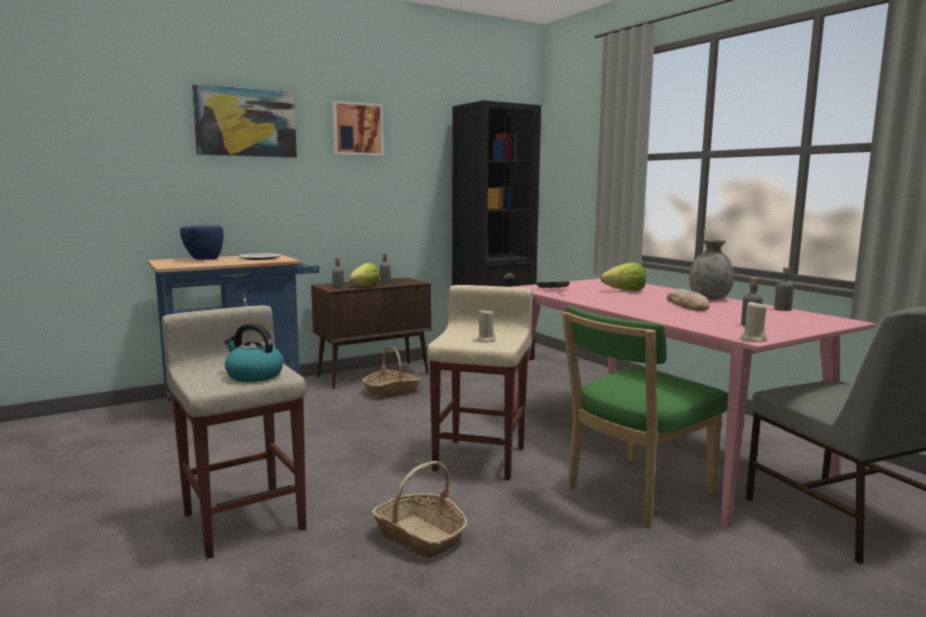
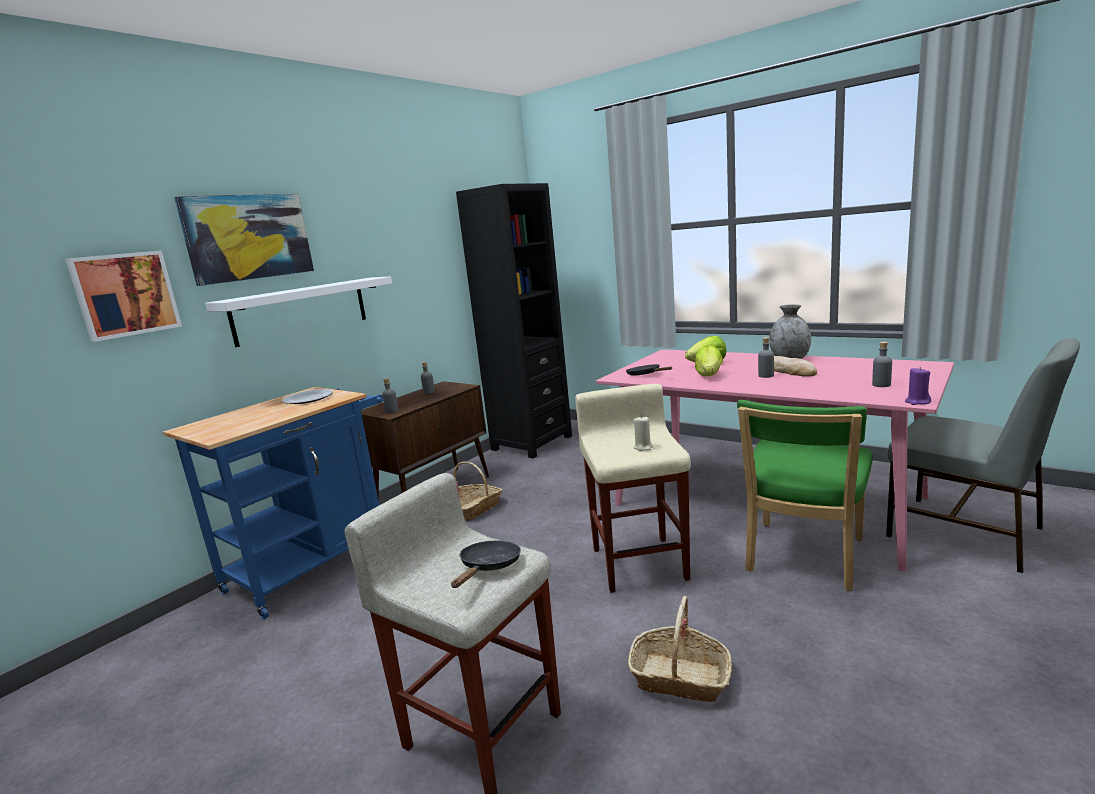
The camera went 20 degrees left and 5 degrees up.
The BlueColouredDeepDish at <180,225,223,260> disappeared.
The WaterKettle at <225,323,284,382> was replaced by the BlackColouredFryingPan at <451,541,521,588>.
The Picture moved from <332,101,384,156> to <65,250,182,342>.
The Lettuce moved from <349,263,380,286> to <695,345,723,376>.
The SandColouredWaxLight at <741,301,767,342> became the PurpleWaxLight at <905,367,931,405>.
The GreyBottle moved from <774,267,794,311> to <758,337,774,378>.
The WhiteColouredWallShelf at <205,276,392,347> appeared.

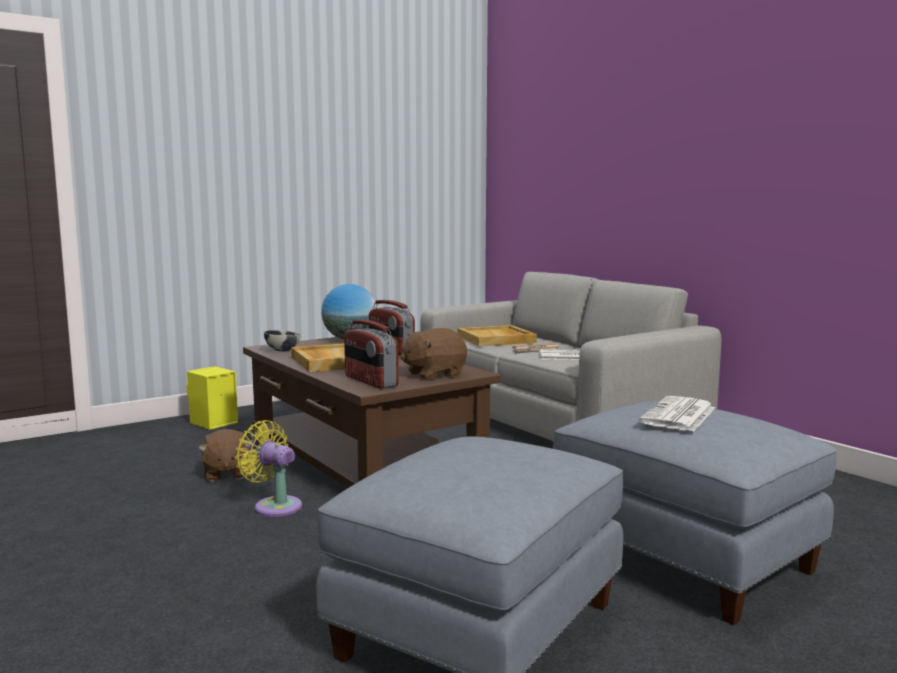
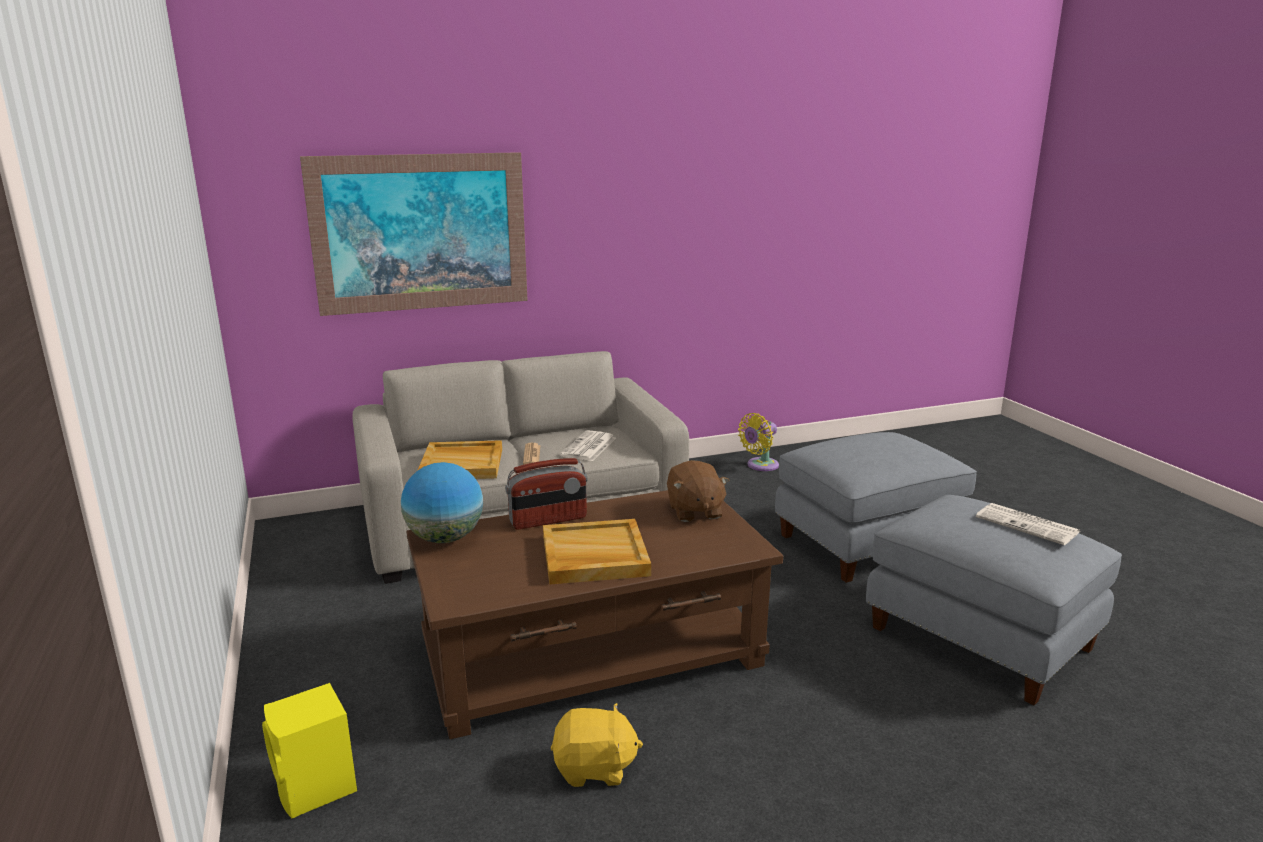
The camera went 75 degrees left and 10 degrees up.
The BrownishSoftToy at <198,429,249,482> became the YellowColouredSoftToy at <551,703,643,787>.
The YellowColouredElectricFan moved from <235,420,302,517> to <738,413,779,471>.
The DeepDish at <264,330,300,351> disappeared.
The RadioSet at <344,320,399,389> disappeared.
The PrintedPaper moved from <639,396,715,432> to <976,503,1080,545>.
The Picture at <300,152,528,316> appeared.

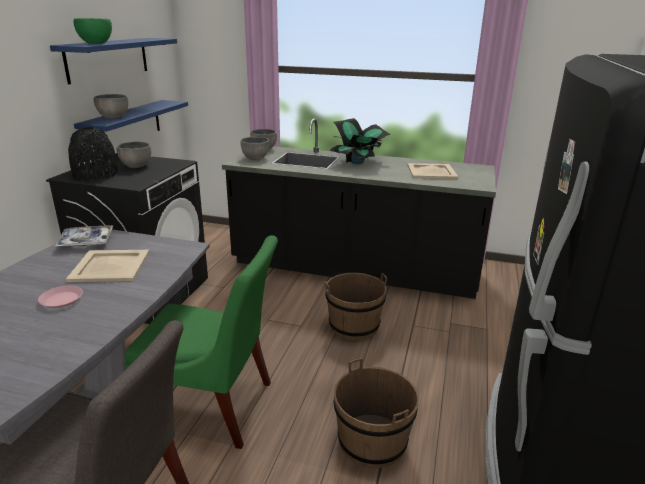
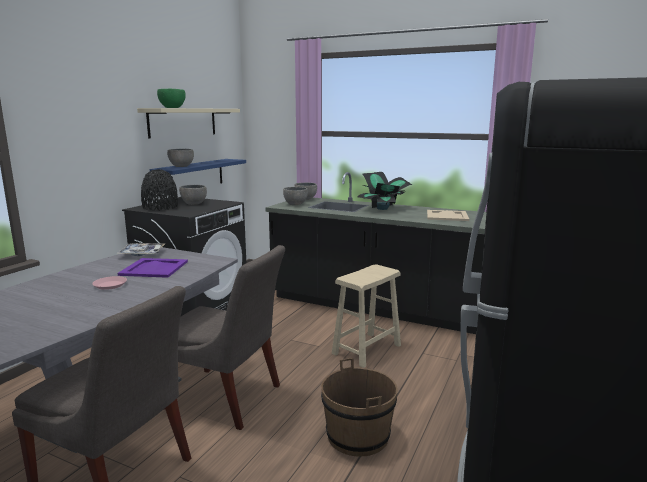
The camera went 10 degrees right and 10 degrees down.
The BlueColouredWallShelf at <50,38,177,84> became the SandColouredWallShelf at <137,108,240,139>.
The SandColouredServingTray at <66,250,150,282> became the PurpleServingTray at <117,258,188,278>.
The GreenUprightChair at <124,235,278,449> became the GreyUprightChair at <163,245,285,430>.
The BrownishPail at <325,273,387,340> was replaced by the SandColouredStool at <332,265,401,368>.

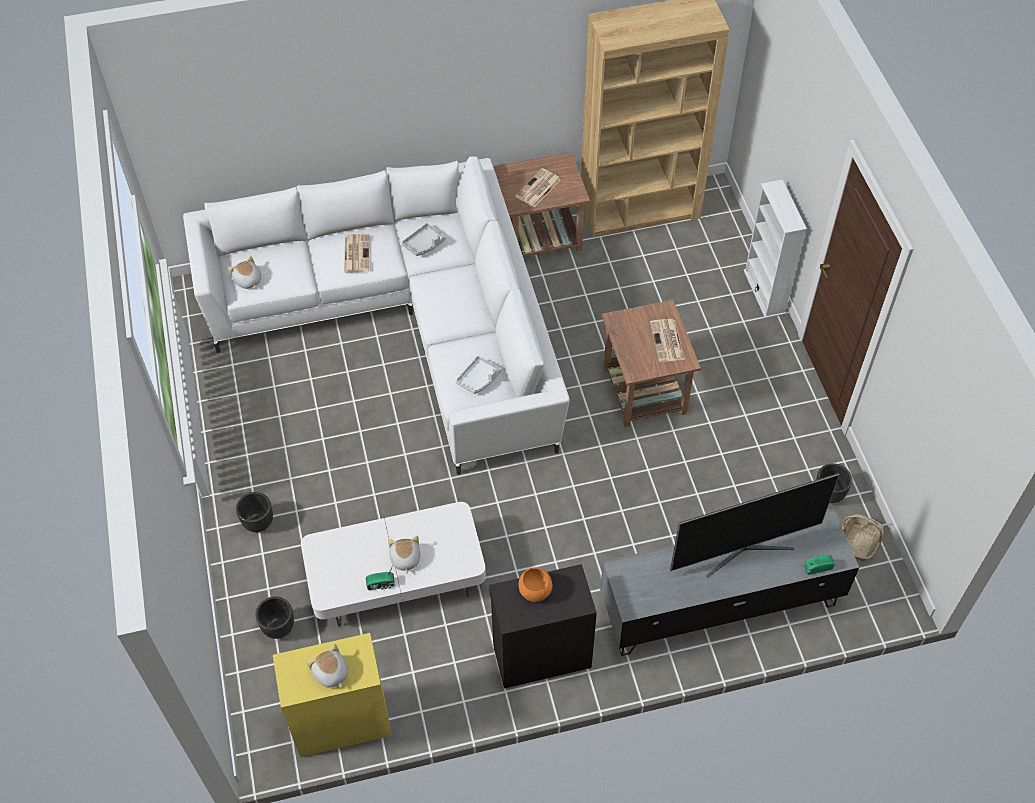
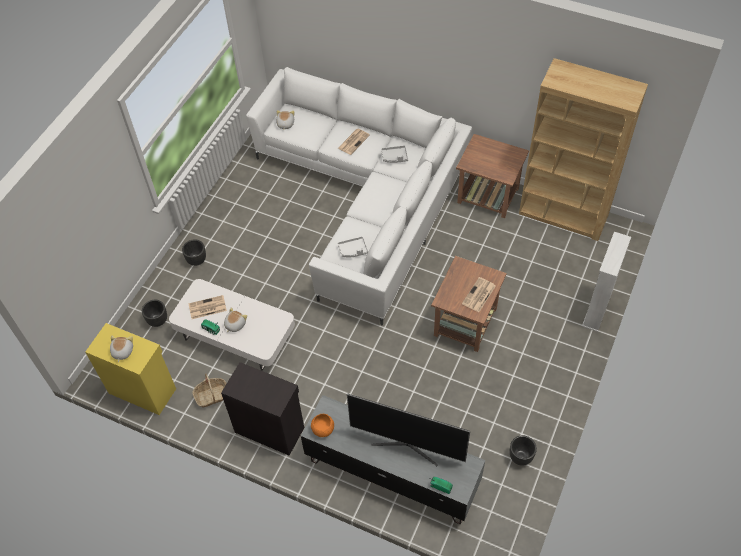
The camera went 40 degrees right and 0 degrees up.
The PrintedPaper moved from <515,168,561,207> to <189,295,227,319>.
The OrangeyDeepDish moved from <518,568,553,602> to <311,414,334,437>.
The HouseholdBasket moved from <842,514,884,562> to <193,374,227,408>.

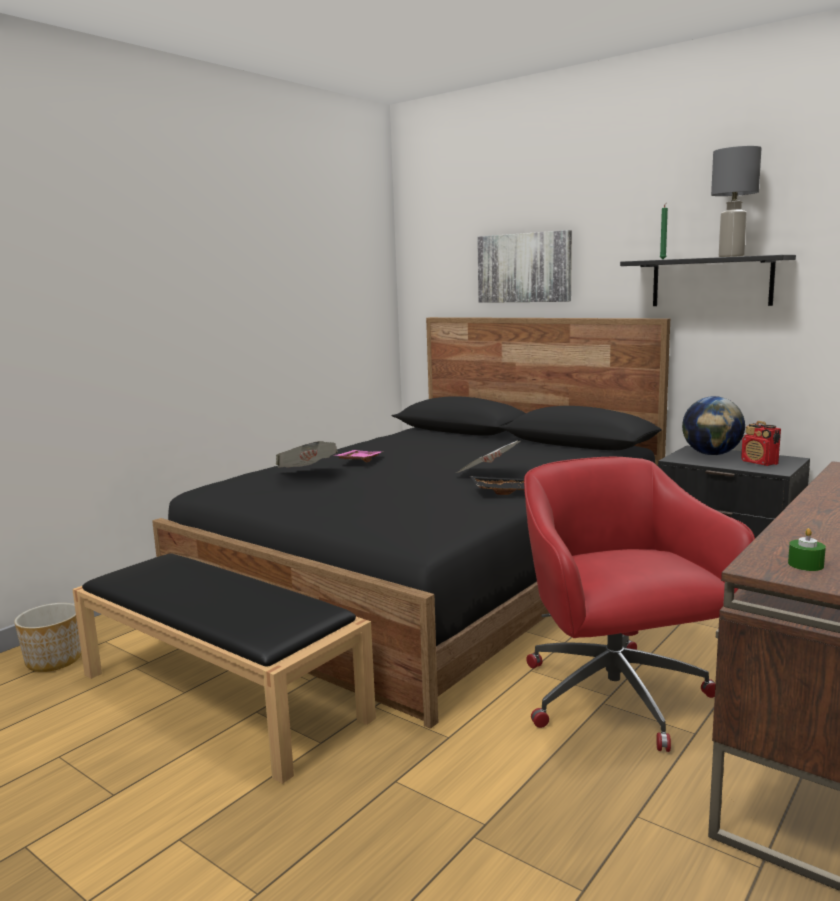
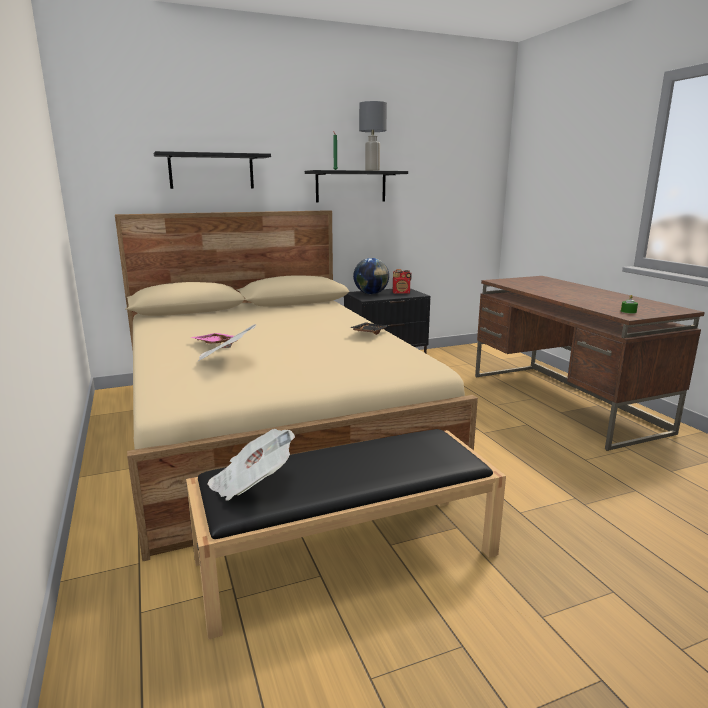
The camera went 60 degrees left and 5 degrees up.
The FlowerPot at <14,603,81,672> disappeared.
The BlackColouredBedroomBed at <152,317,670,729> became the SandColouredBedroomBed at <115,210,478,561>.
The PrintedPaper moved from <456,440,520,473> to <207,429,295,501>.
The Picture at <477,230,572,303> was replaced by the BlackColouredWallShelf at <154,151,271,189>.
The ReddishComputerChair at <524,457,755,752> disappeared.

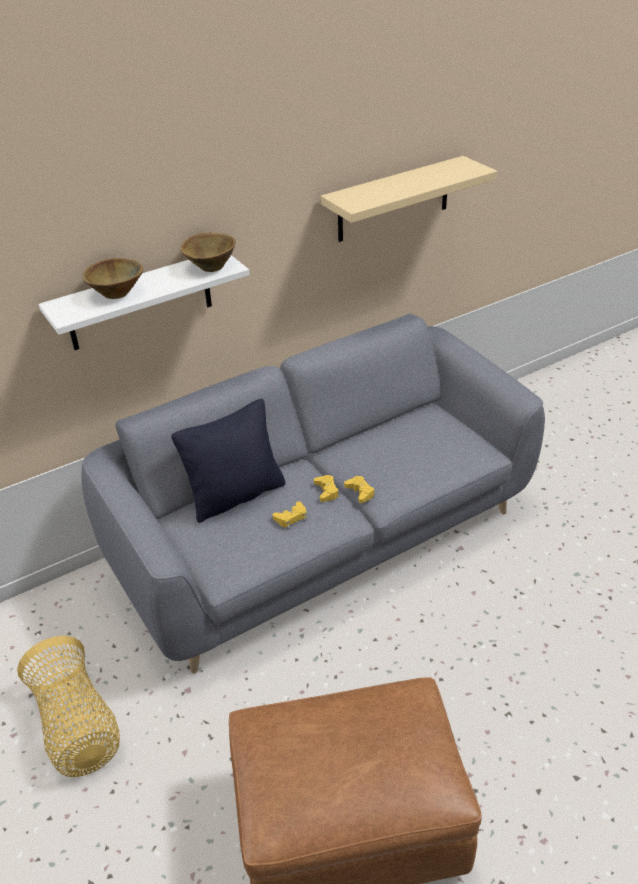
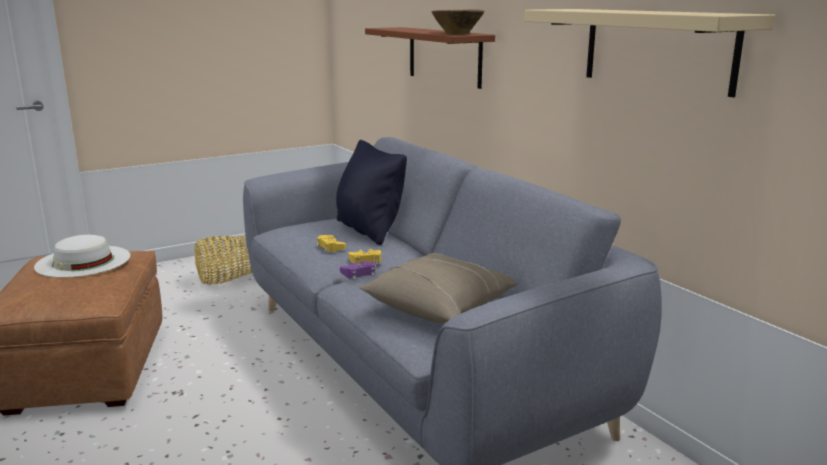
The camera went 90 degrees right and 20 degrees down.
The WhiteColouredWallShelf at <39,255,249,350> became the BrownishWallShelf at <365,27,495,89>.
The BrownishDeepDish at <82,258,143,299> disappeared.
The YellowColouredGameController at <344,476,375,503> became the PurpleGameController at <340,261,375,280>.
The WhiteColouredHat at <34,235,130,278> appeared.
The SandColouredThrowPillow at <360,253,519,324> appeared.

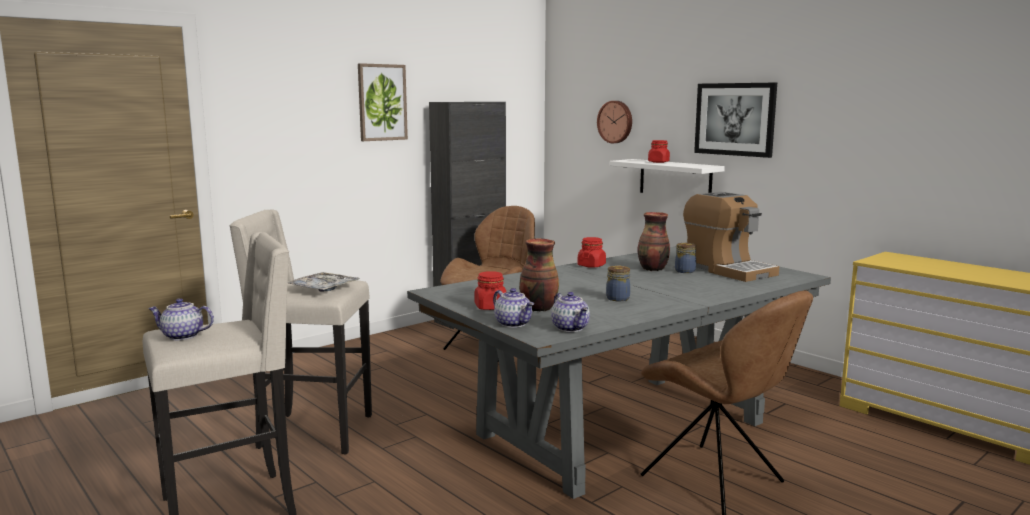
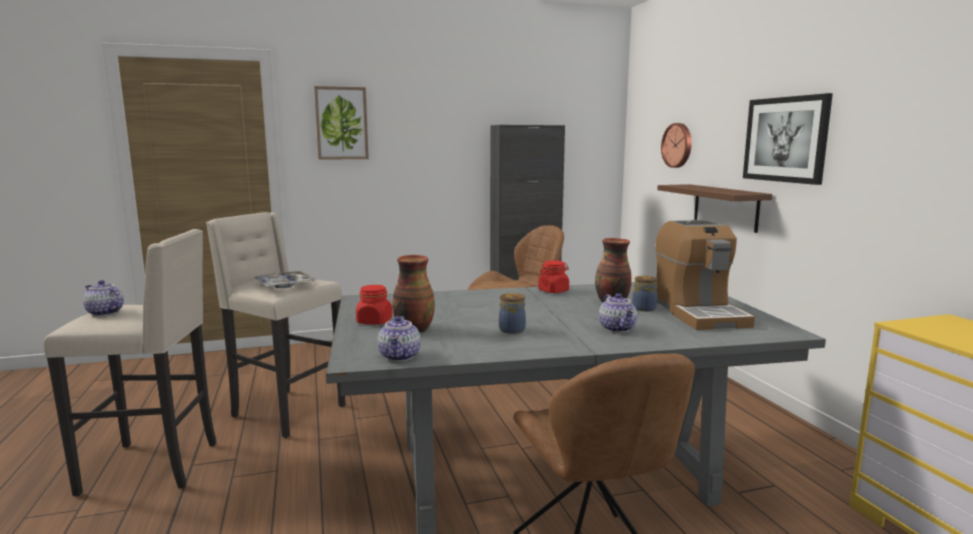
The camera went 25 degrees right and 0 degrees up.
The Picture moved from <358,63,408,141> to <314,86,369,160>.
The TeaPot moved from <493,288,534,328> to <599,293,637,333>.
The WhiteColouredWallShelf at <609,159,725,193> became the BrownishWallShelf at <657,184,772,233>.
The ReddishJar at <648,140,670,163> disappeared.

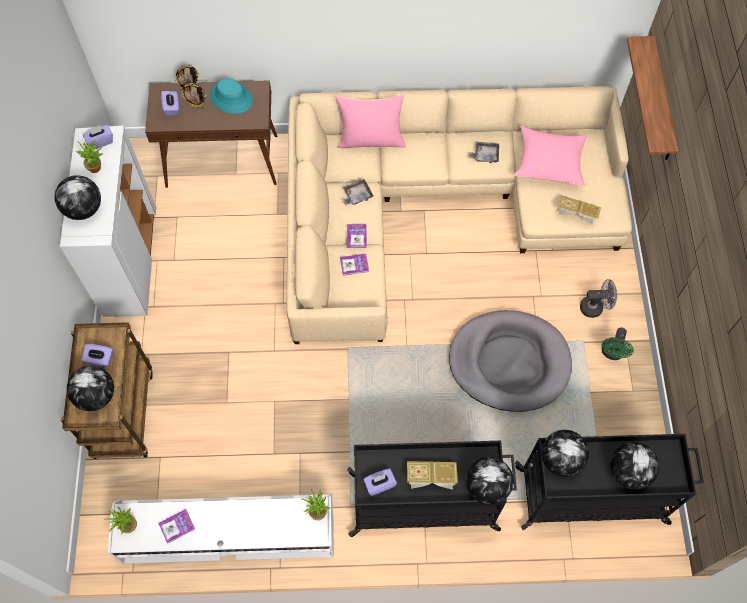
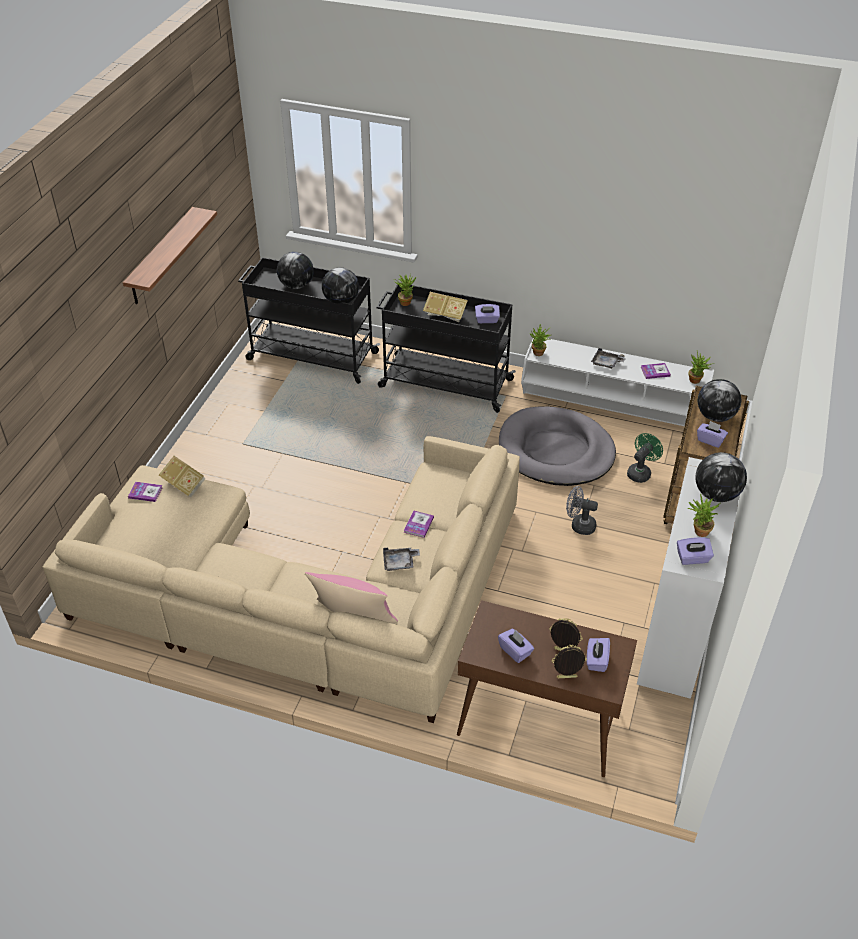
The camera went 160 degrees left and 20 degrees down.
The TurquoiseColouredHat at <210,78,253,114> was replaced by the PurpleTissueHolder at <498,629,534,663>.
The BoundBook moved from <340,253,369,276> to <128,482,163,502>.
The GreyPetBed moved from <449,310,572,412> to <499,407,616,486>.
The DeskGlobe at <466,457,514,505> was replaced by the PlantInAPot at <394,274,416,306>.
The GreyServingTray moved from <469,142,499,163> to <591,348,626,369>.
The PinkColouredThrowPillow at <514,126,587,186> disappeared.
The GreyElectricFan moved from <580,279,617,318> to <566,486,598,535>.
The GreenElectricFan moved from <602,328,634,360> to <627,433,663,483>.
The WallShelf moved from <627,36,678,160> to <123,207,217,304>.

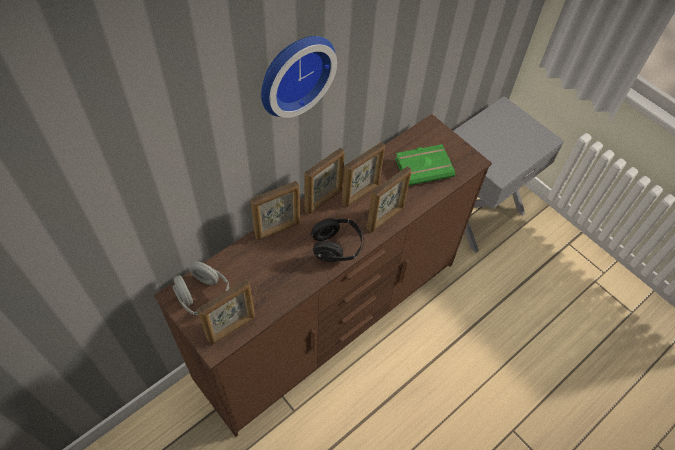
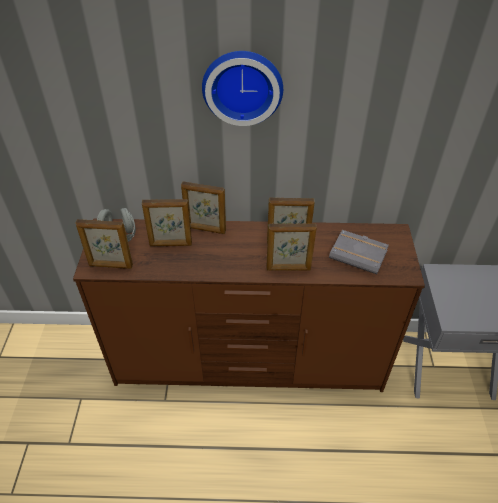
The camera went 45 degrees right and 10 degrees down.
The PhotoFrame moved from <304,148,345,214> to <142,199,192,246>.
The BlackColouredHeadphones at <311,218,365,262> disappeared.
The GreenBoundBook at <395,144,455,186> became the GreyBoundBook at <329,230,389,274>.

